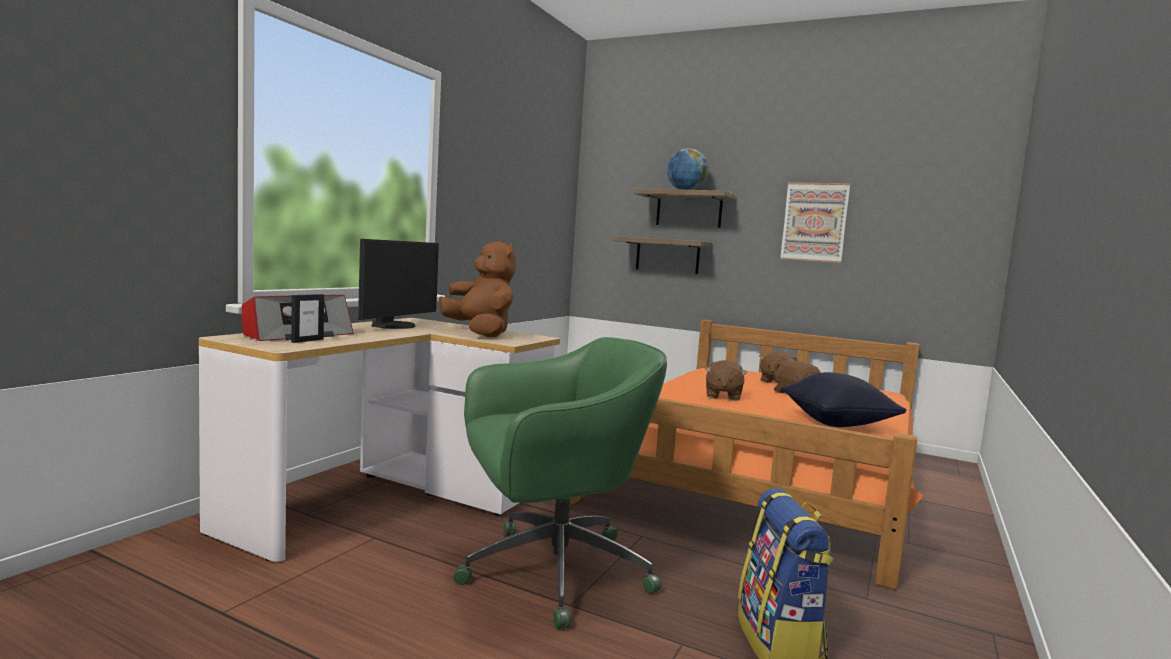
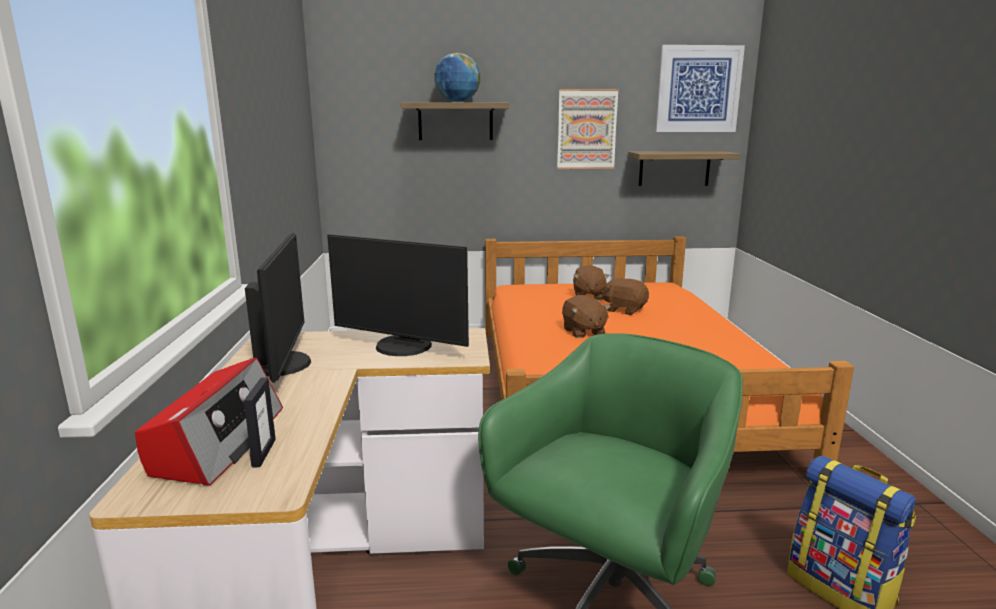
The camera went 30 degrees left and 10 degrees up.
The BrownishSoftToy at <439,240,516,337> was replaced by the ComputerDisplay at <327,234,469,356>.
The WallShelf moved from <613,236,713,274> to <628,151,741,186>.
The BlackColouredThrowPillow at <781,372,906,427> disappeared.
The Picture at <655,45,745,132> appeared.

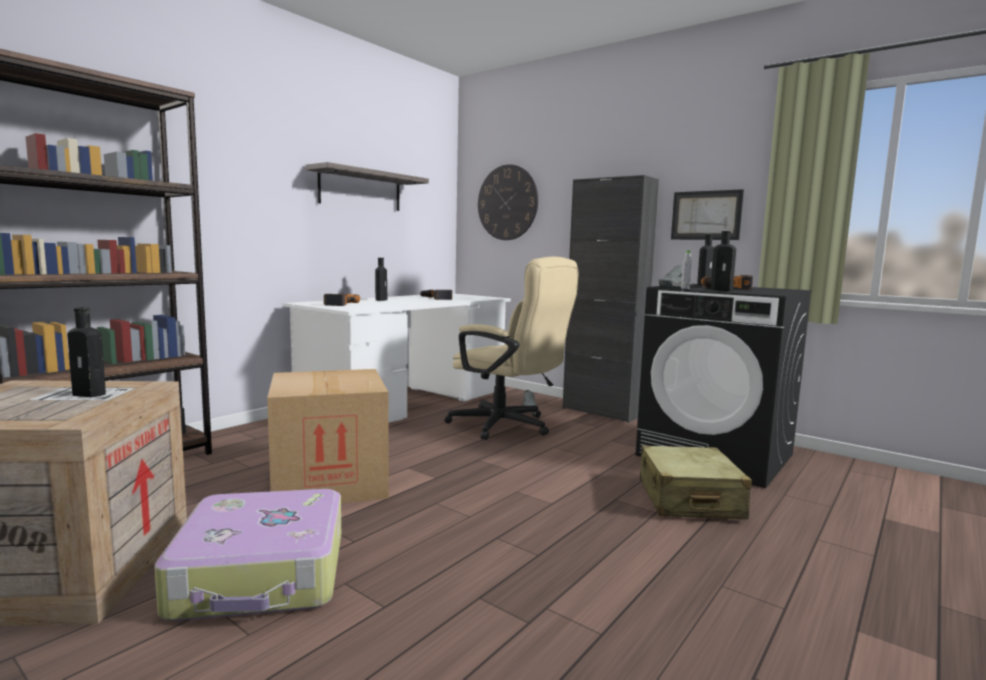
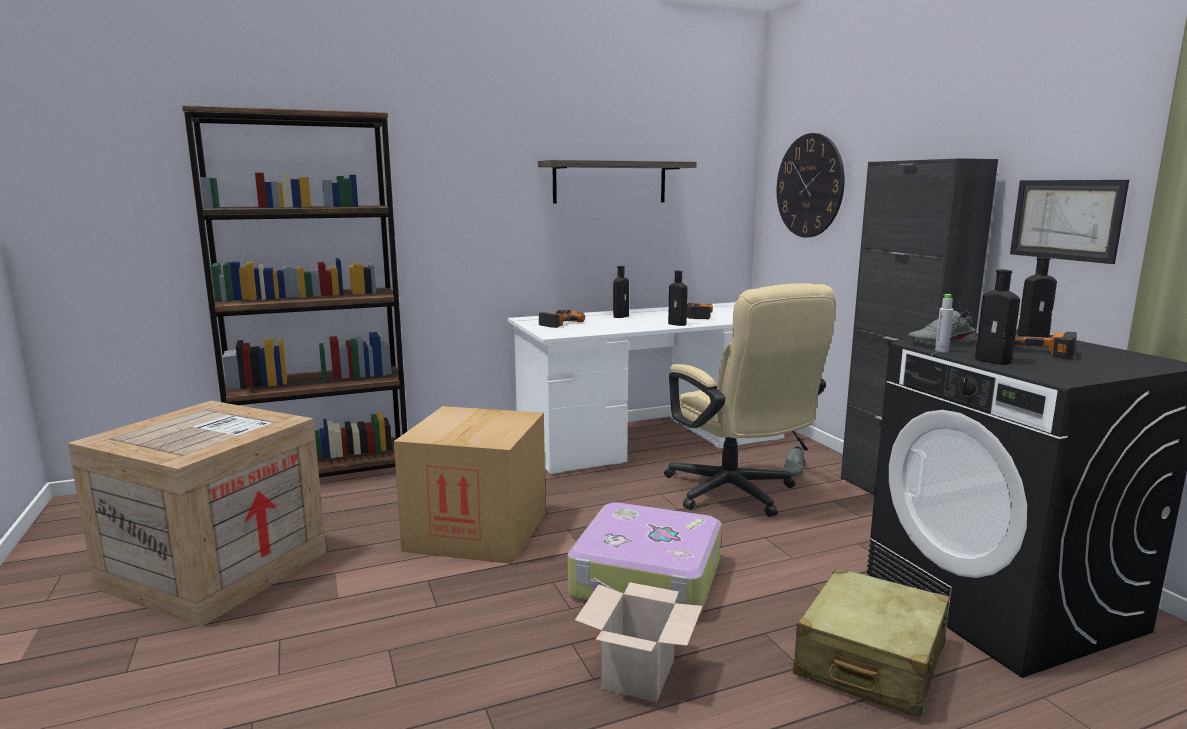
The camera went 30 degrees right and 5 degrees up.
The BlackColouredBottle moved from <67,307,106,397> to <668,271,688,326>.
The Suitcase moved from <154,489,341,621> to <568,502,721,616>.
The Carton at <575,582,702,702> appeared.

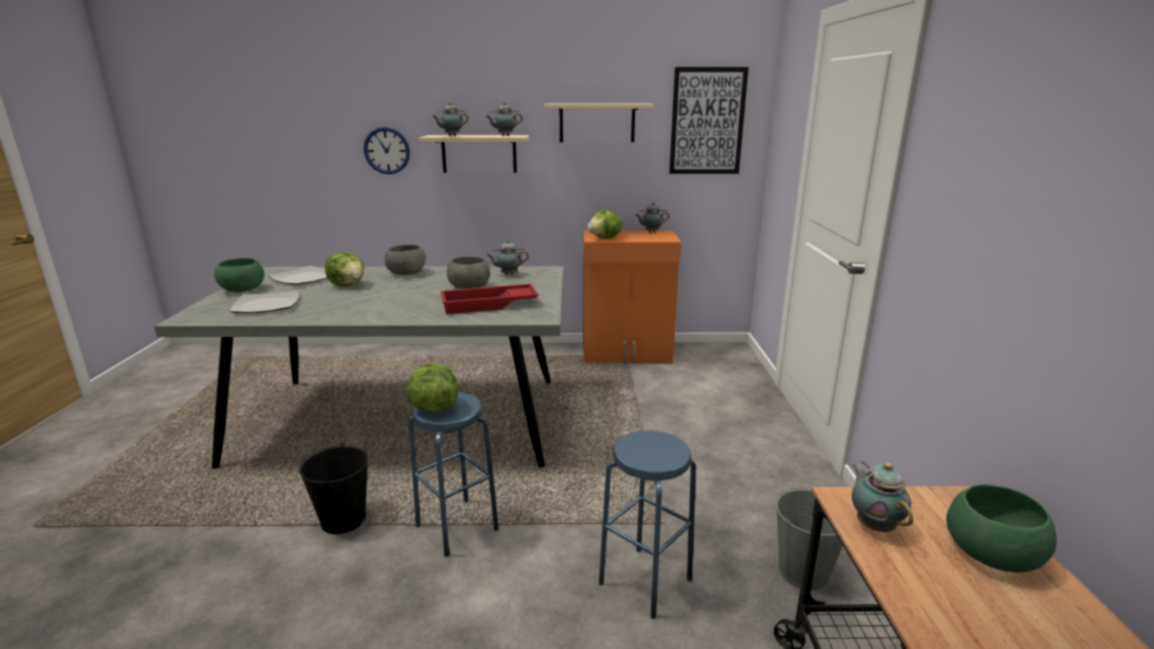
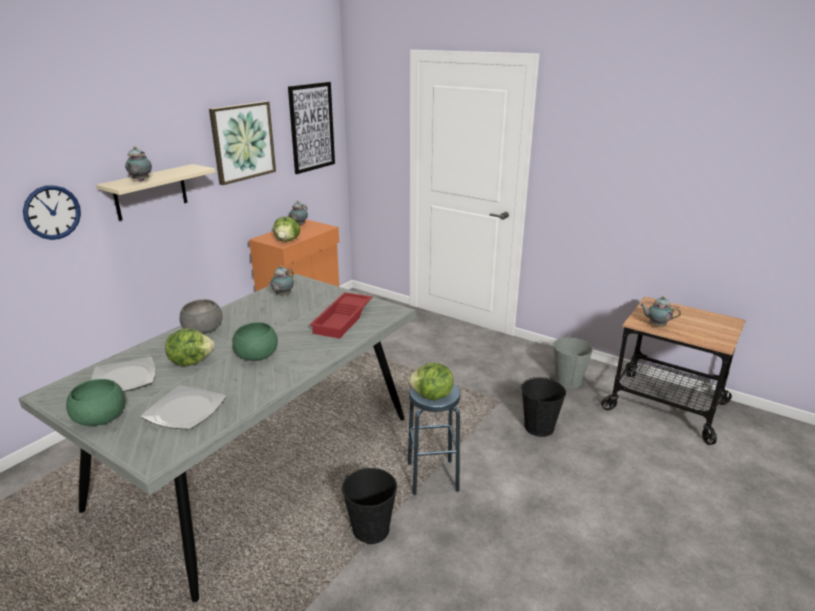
The camera went 55 degrees left and 5 degrees up.
The GreyDeepDish at <446,257,490,289> disappeared.
The TeaPot at <486,102,522,136> disappeared.
The SandColouredWallShelf at <544,103,654,142> was replaced by the Picture at <209,101,276,185>.
The BlueColouredStool at <599,430,696,619> was replaced by the BlackColouredPail at <521,377,566,437>.
The GreenDeepDish moved from <946,484,1057,572> to <232,322,278,361>.

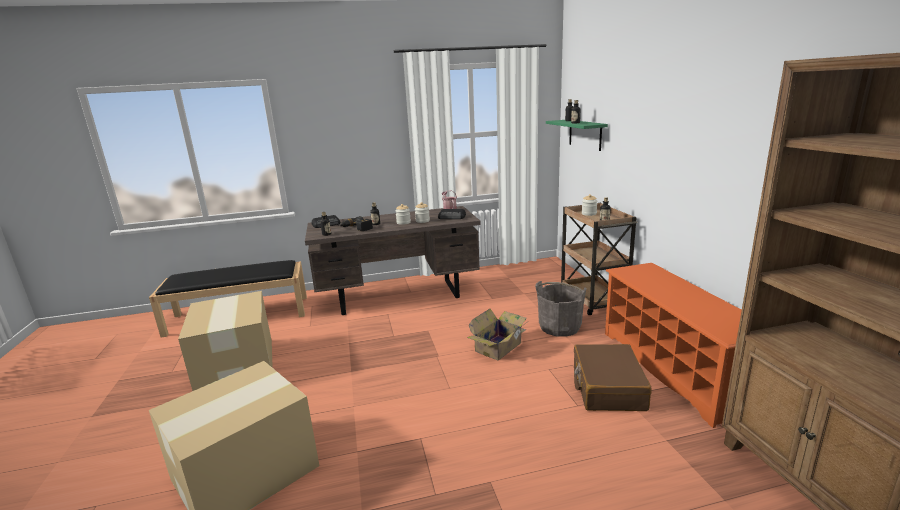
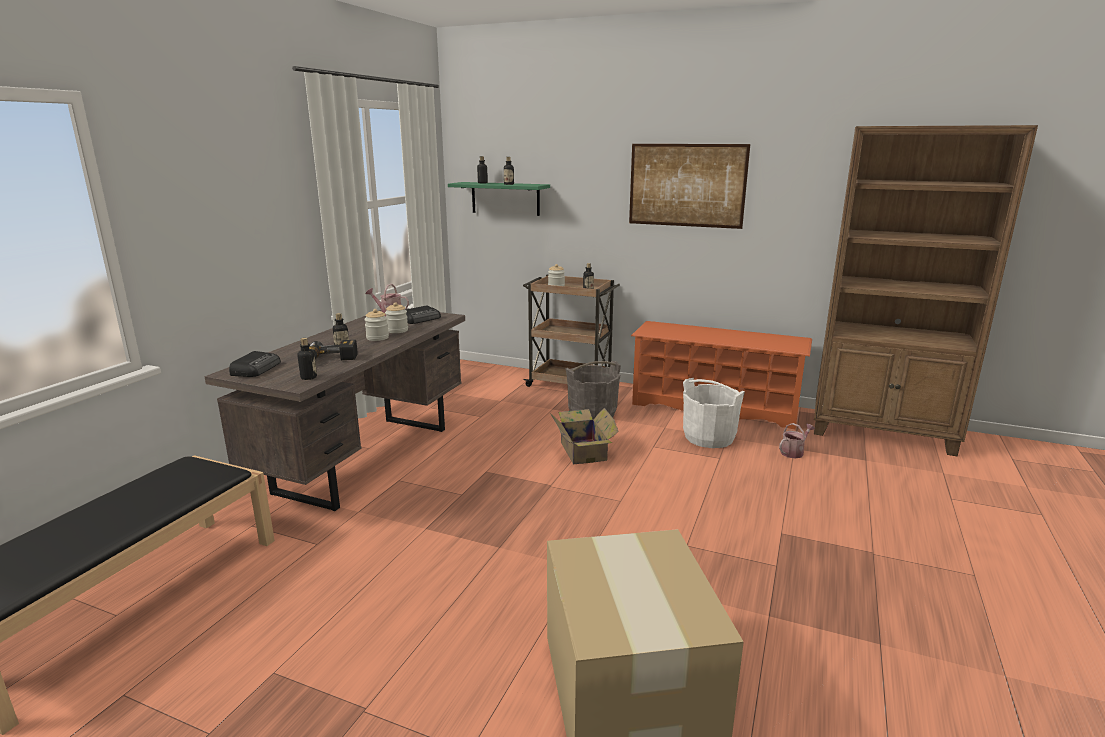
The camera went 55 degrees left and 0 degrees up.
The Carton at <178,291,273,391> disappeared.
The BrownishSuitcase at <574,344,652,411> was replaced by the WhiteColouredPail at <683,378,745,448>.
The Picture at <629,144,750,229> appeared.
The WateringCan at <779,423,815,459> appeared.

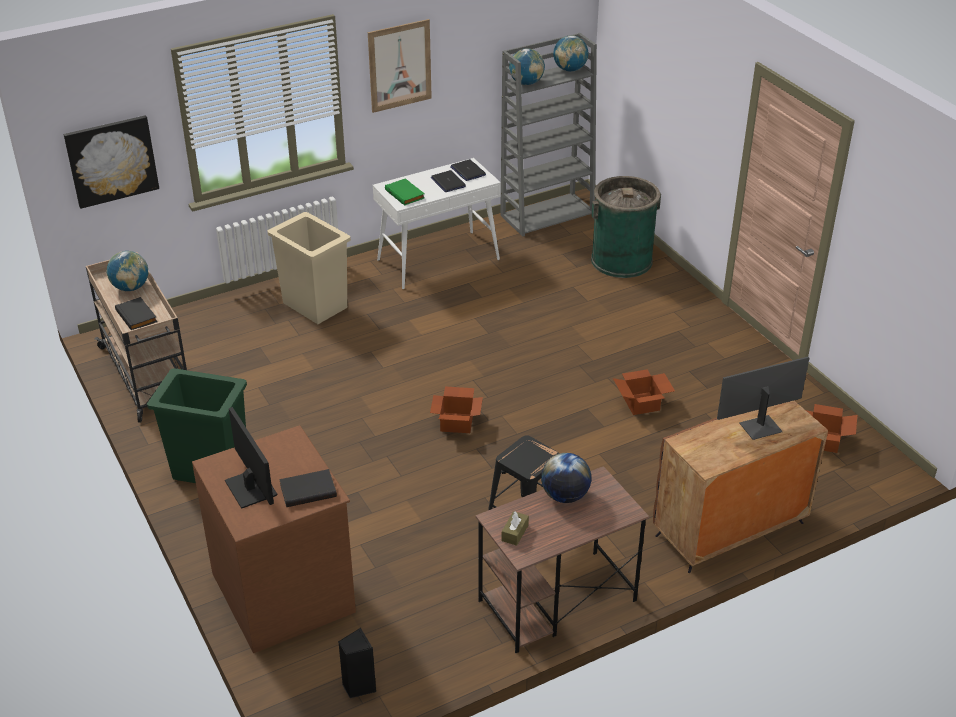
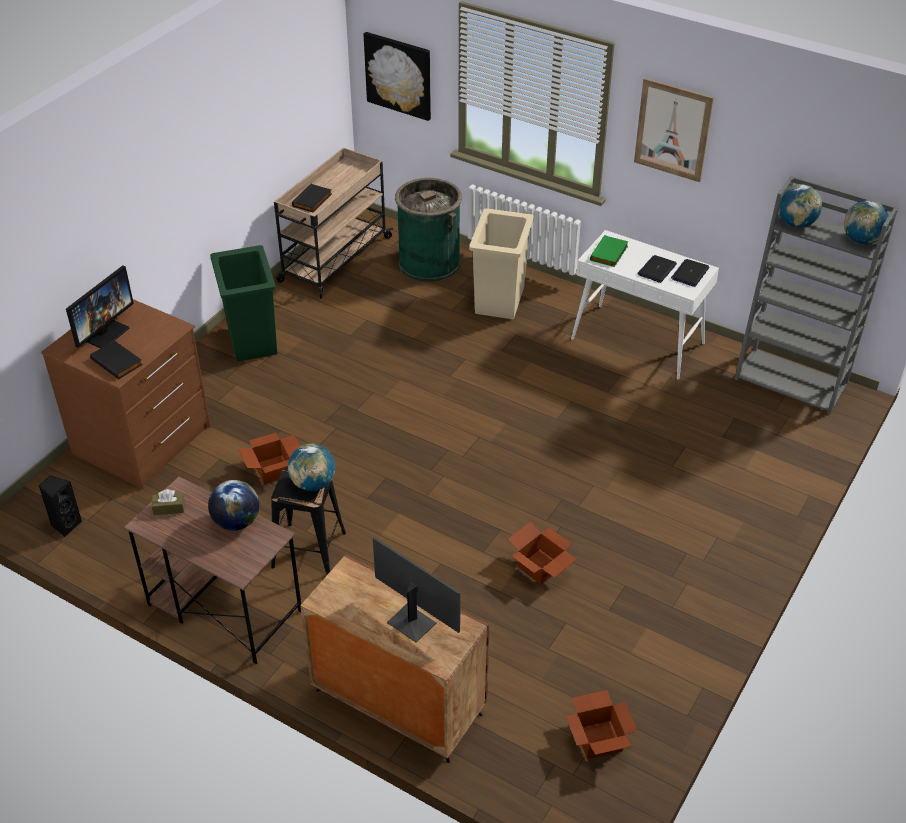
The camera went 60 degrees right and 5 degrees up.
The DeskGlobe moved from <107,251,148,291> to <288,443,335,491>.
The Carton moved from <430,387,483,433> to <238,433,300,484>.
The GreenTrashCan moved from <591,176,661,278> to <395,178,462,282>.

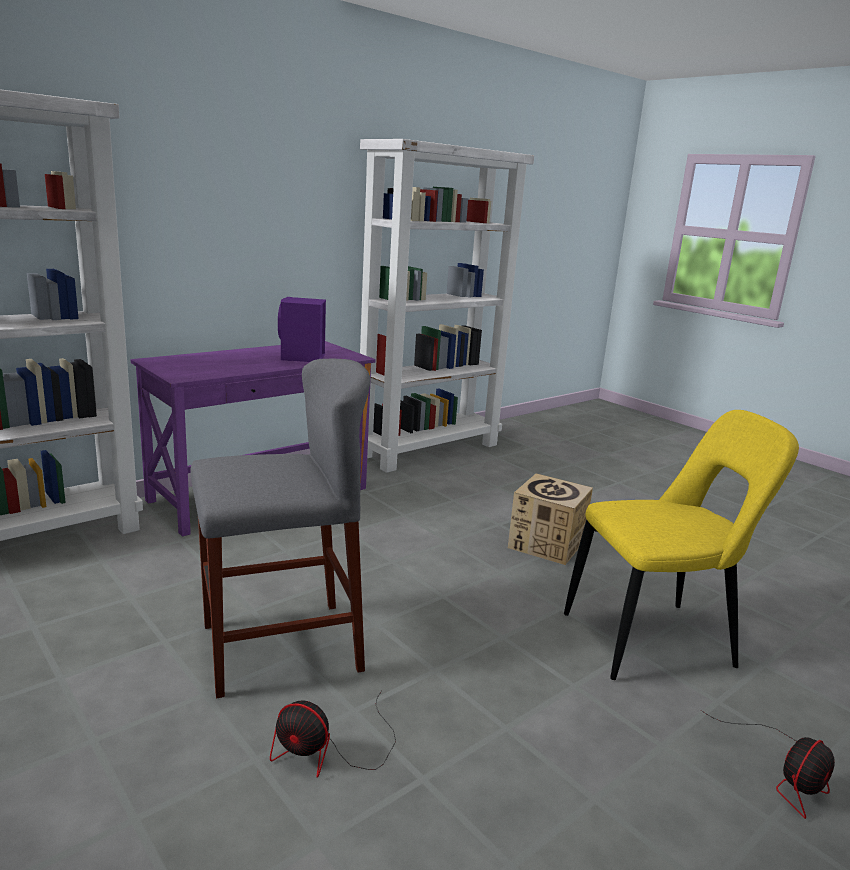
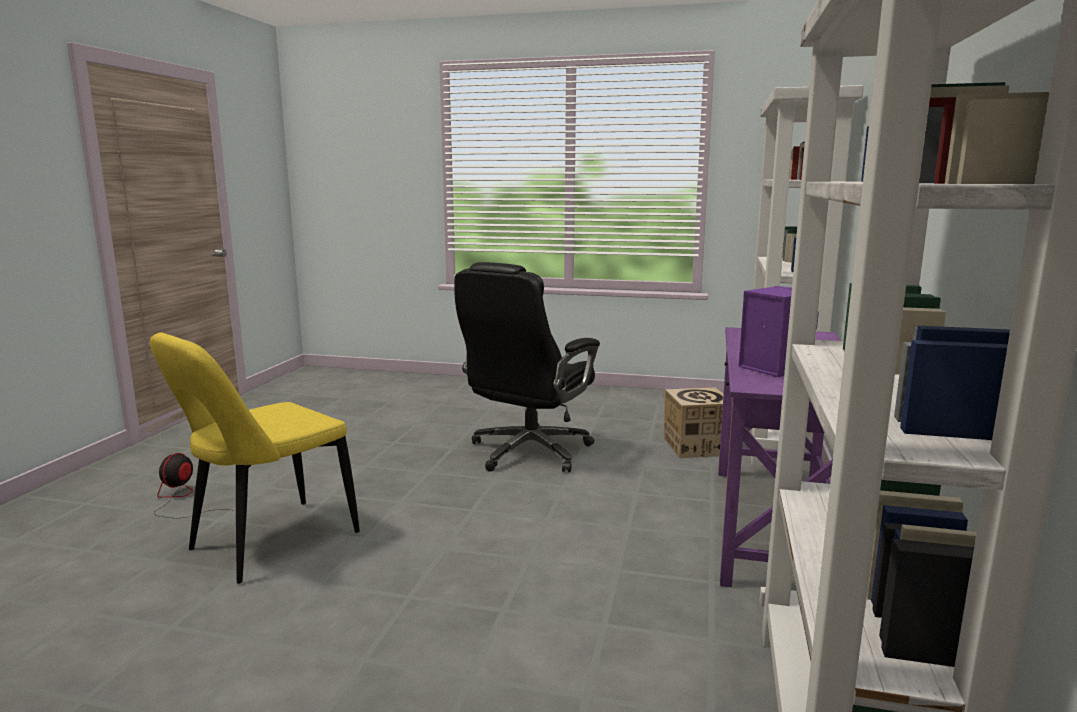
The camera went 145 degrees right and 5 degrees down.
The GreyStool at <190,359,370,698> was replaced by the BlackColouredComputerChair at <454,262,600,472>.
The ElectricFan at <270,691,396,778> disappeared.
The Carton moved from <508,474,593,565> to <664,388,732,458>.

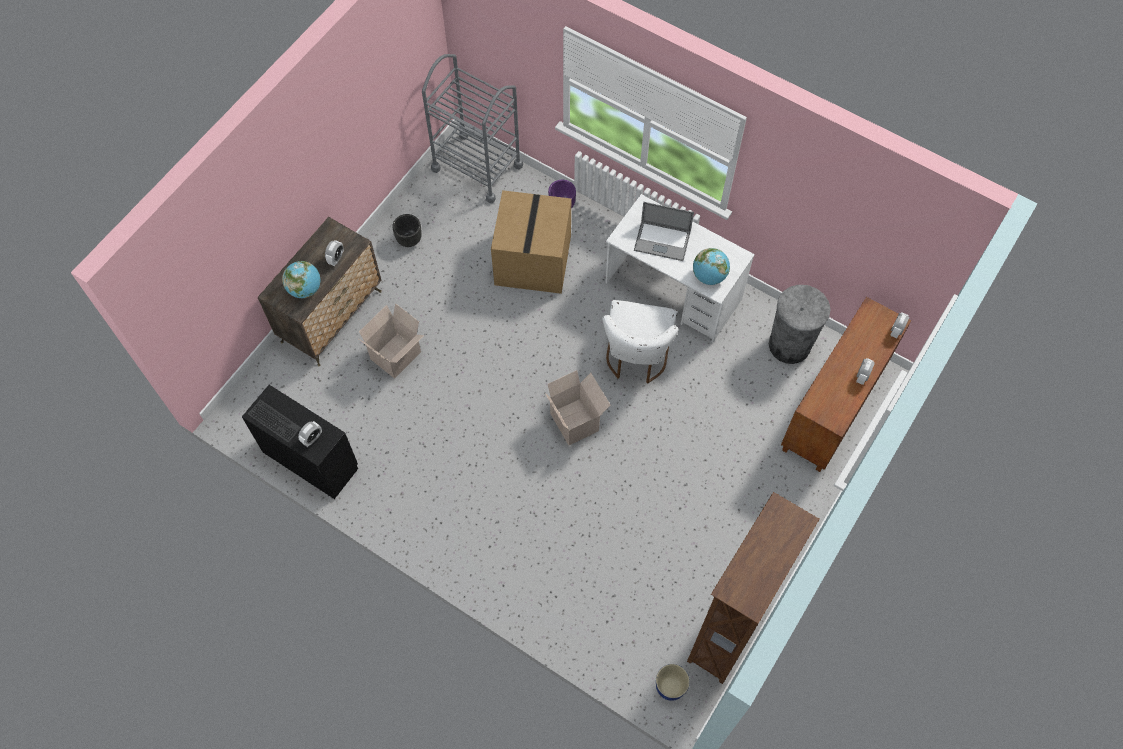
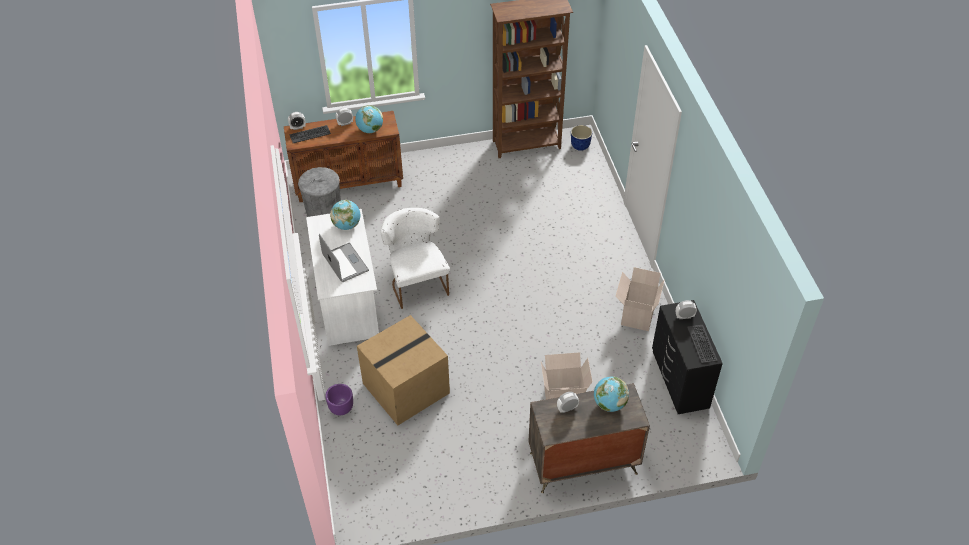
The camera went 135 degrees left and 15 degrees down.
The BlackColouredFlowerPot at <392,214,422,247> disappeared.
The GreyCart at <422,54,523,203> disappeared.
The Carton moved from <545,370,611,445> to <615,267,665,331>.
The WhiteColouredUprightChair at <602,300,679,384> turned 75 degrees counterclockwise.
The ComputerKeyboard at <290,125,331,143> appeared.
The DeskGlobe at <355,105,383,133> appeared.

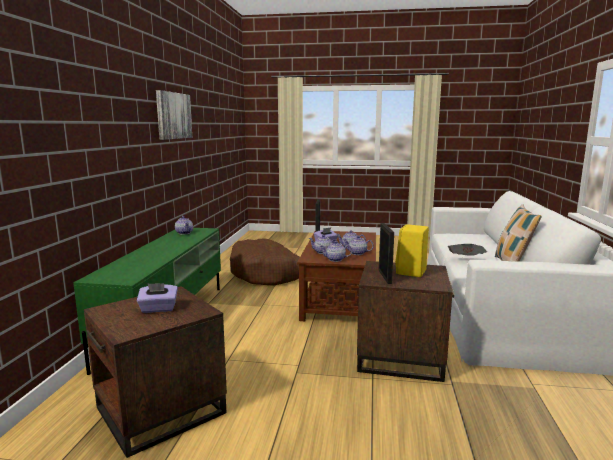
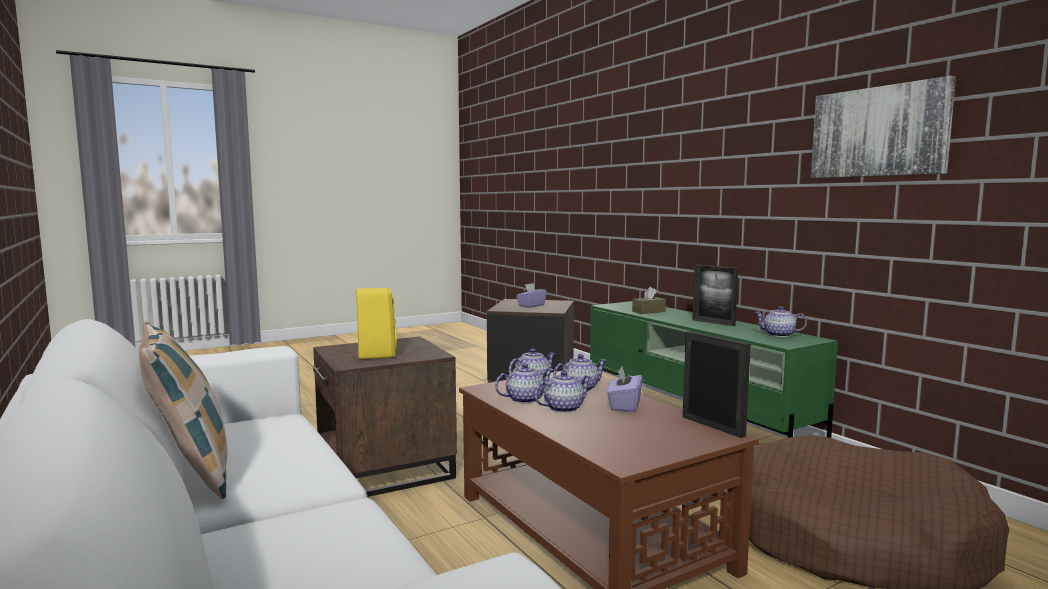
The camera went 140 degrees right and 5 degrees down.
The PhotoFrame moved from <379,223,394,284> to <692,265,738,326>.
The PrintedPaper at <448,244,487,256> disappeared.
The BrownishTissueHolder at <632,287,666,314> appeared.

